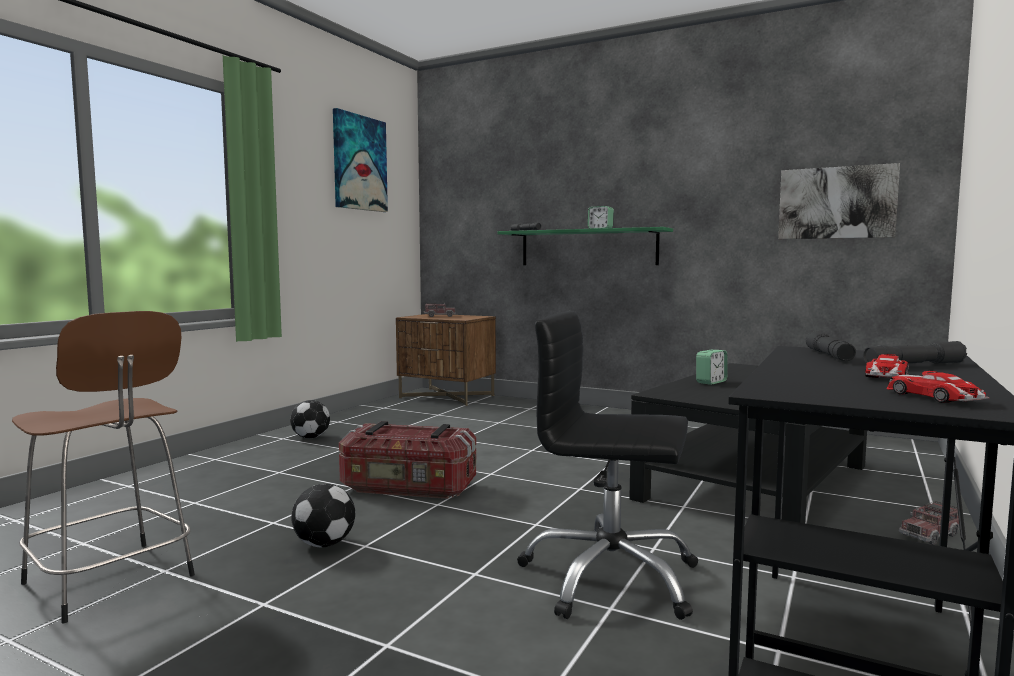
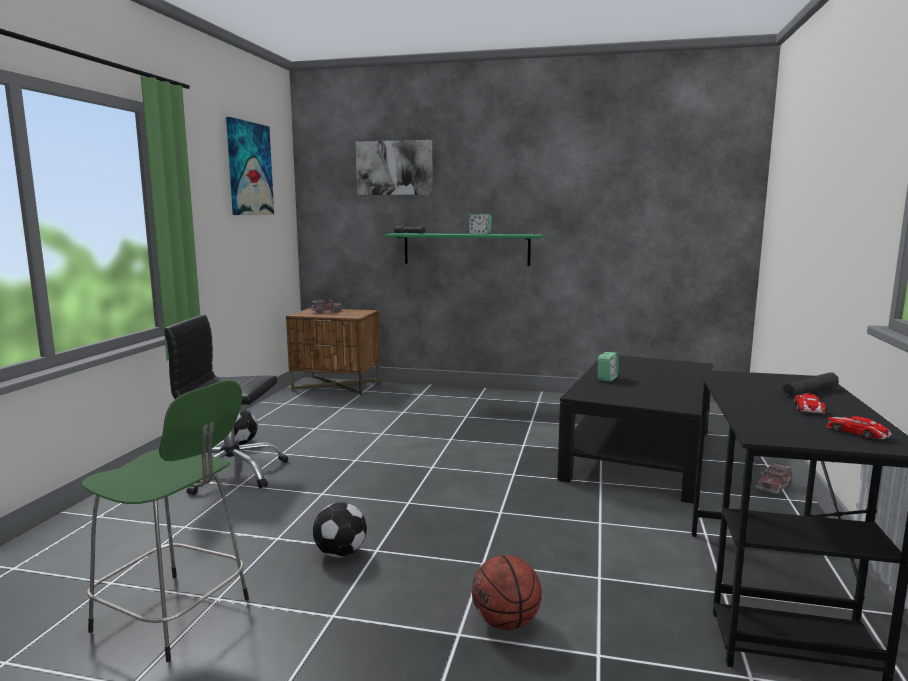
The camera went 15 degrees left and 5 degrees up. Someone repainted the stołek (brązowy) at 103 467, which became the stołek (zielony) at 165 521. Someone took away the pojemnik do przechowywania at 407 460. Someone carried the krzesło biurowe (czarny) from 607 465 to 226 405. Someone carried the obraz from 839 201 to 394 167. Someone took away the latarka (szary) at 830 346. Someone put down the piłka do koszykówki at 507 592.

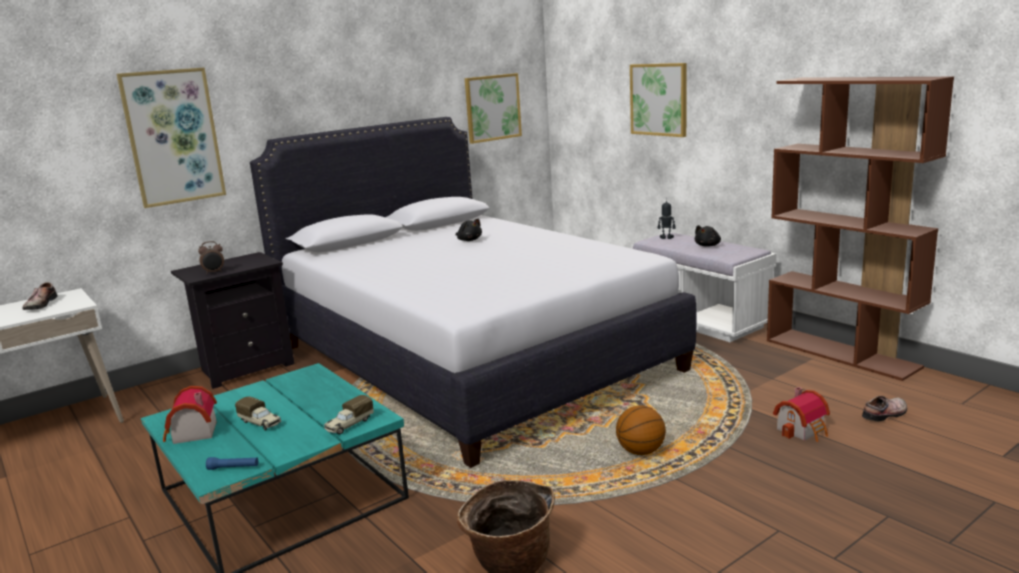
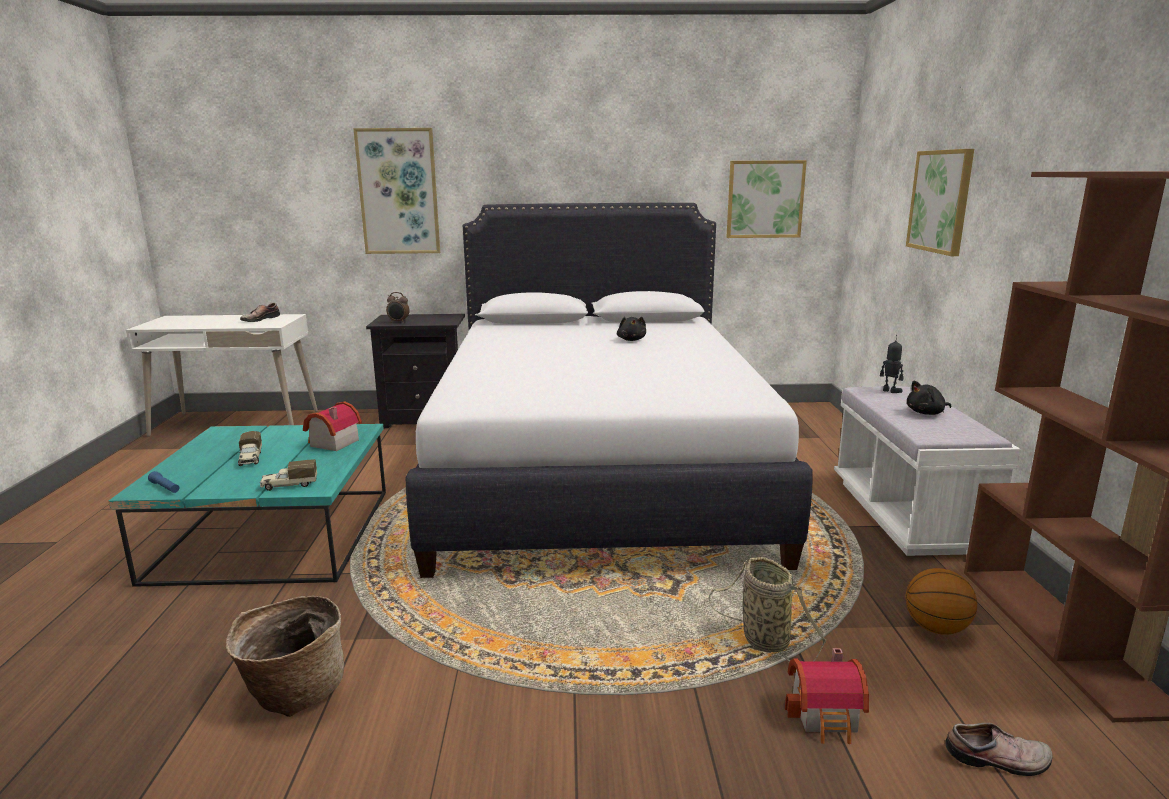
The camera went 35 degrees right and 0 degrees up. Someone carried the domek from 190 415 to 332 426. Someone carried the piłka do koszykówki from 641 430 to 941 601. Someone put down the koszyk at 767 609.

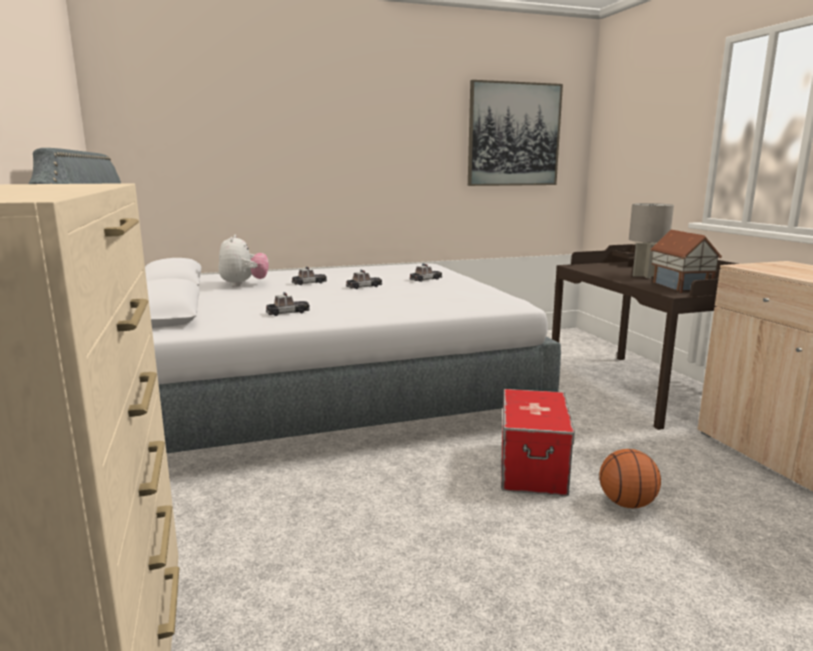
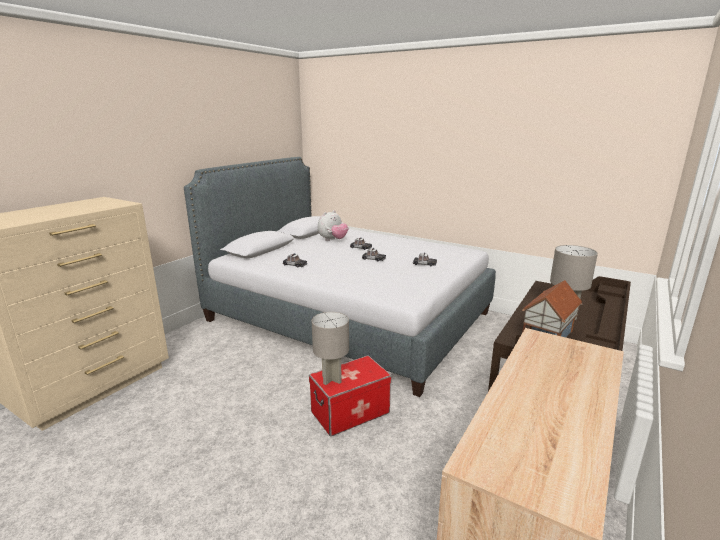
The camera went 50 degrees right and 5 degrees up. Someone took away the obraz at 515 133. Someone took away the piłka do koszykówki at 630 478. Someone put down the lampa stołowa (szary) at 330 348.

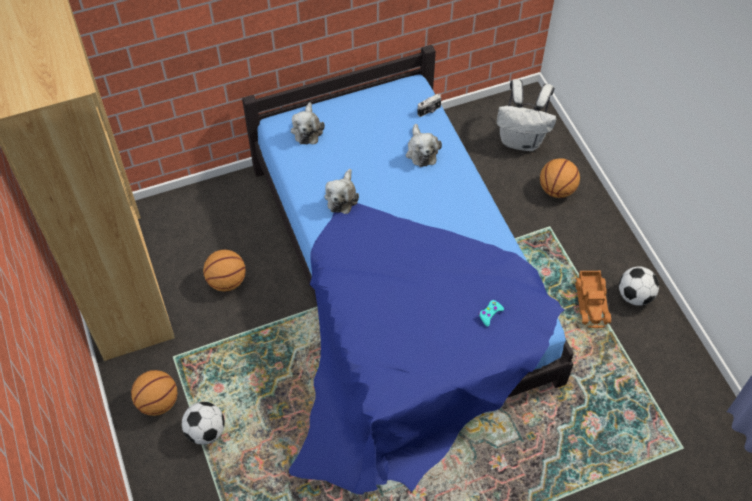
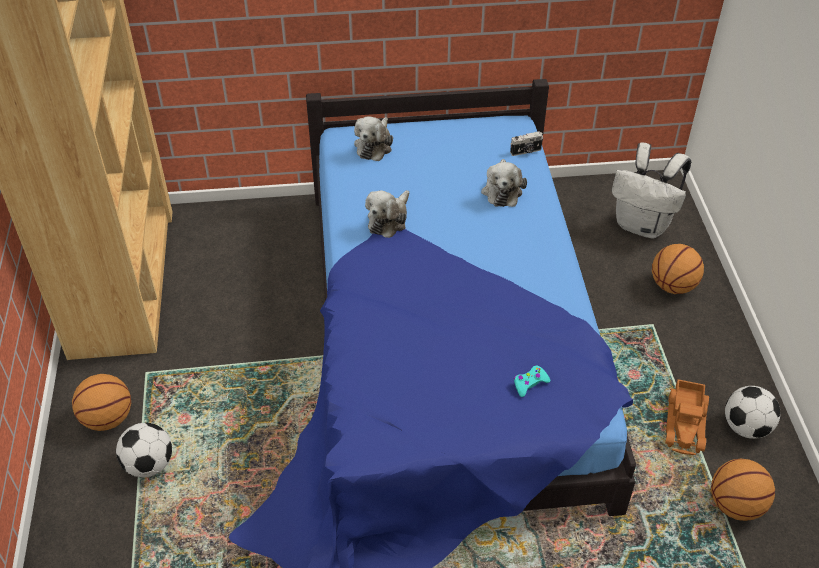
The camera went 15 degrees right and 10 degrees down. Someone carried the piłka do koszykówki from 224 270 to 743 489.

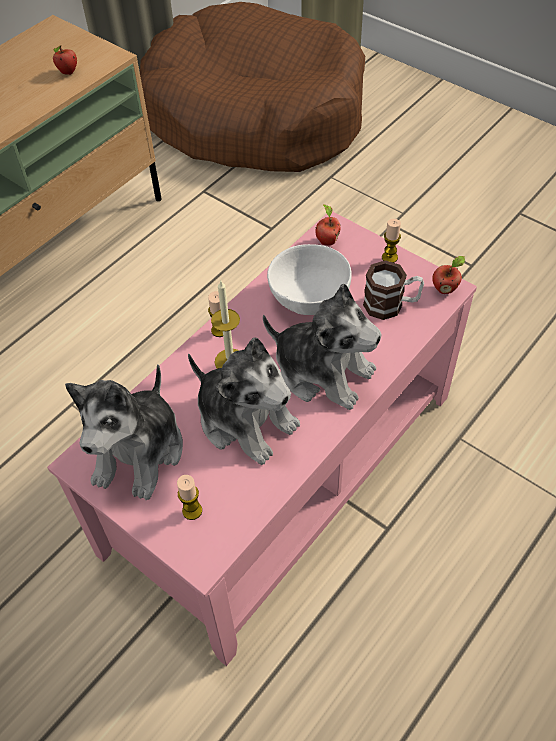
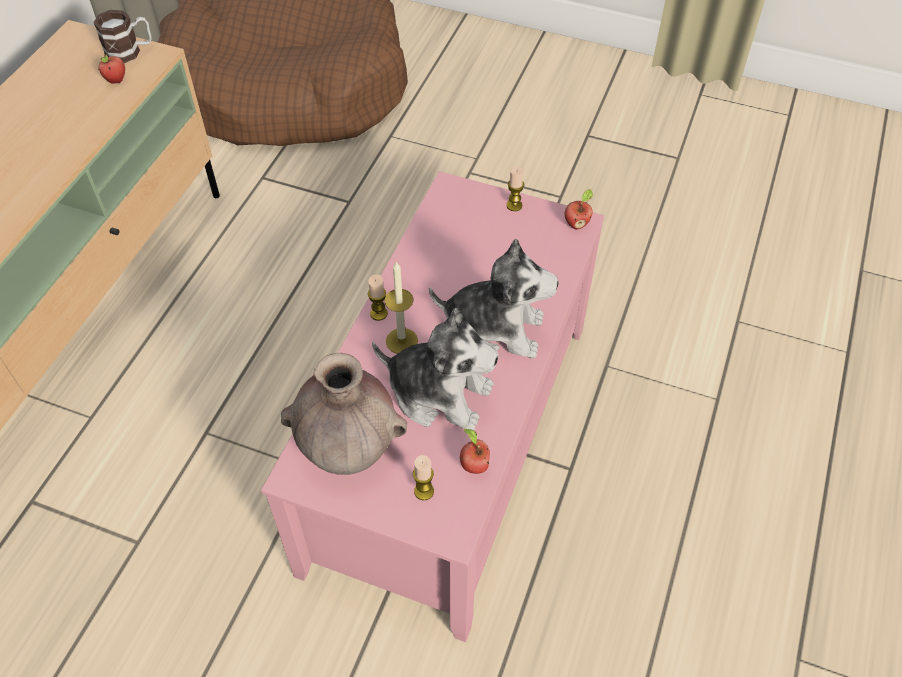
The camera went 20 degrees left and 0 degrees up. Someone swapped the pluszak at 124 432 for the wazon (brązowy) at 344 414. Someone took away the miska (biały) at 309 279. Someone carried the jabłko from 327 224 to 475 451. Someone carried the kubek from 393 290 to 123 36.

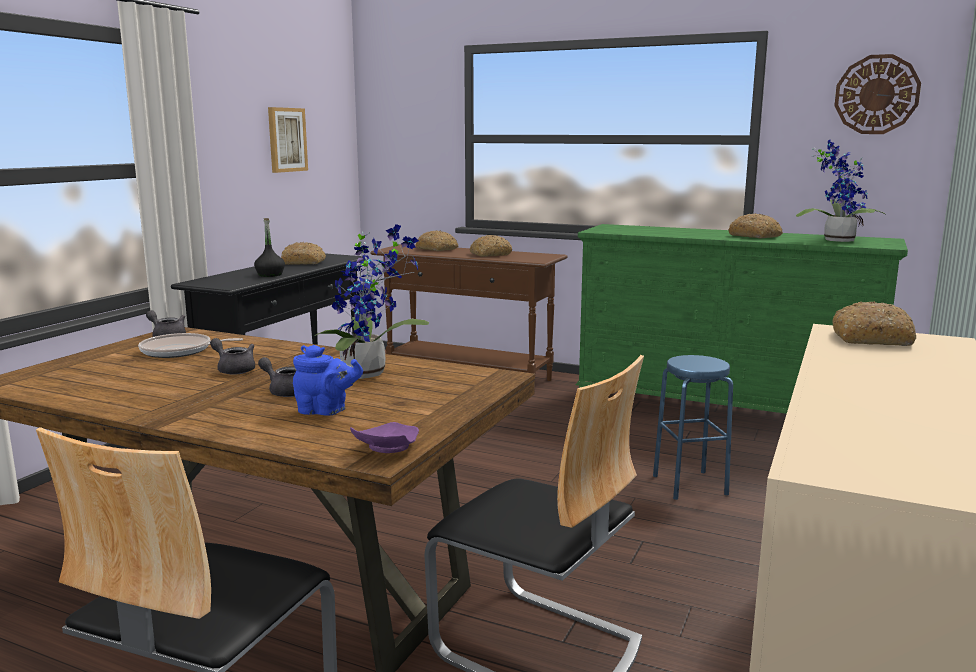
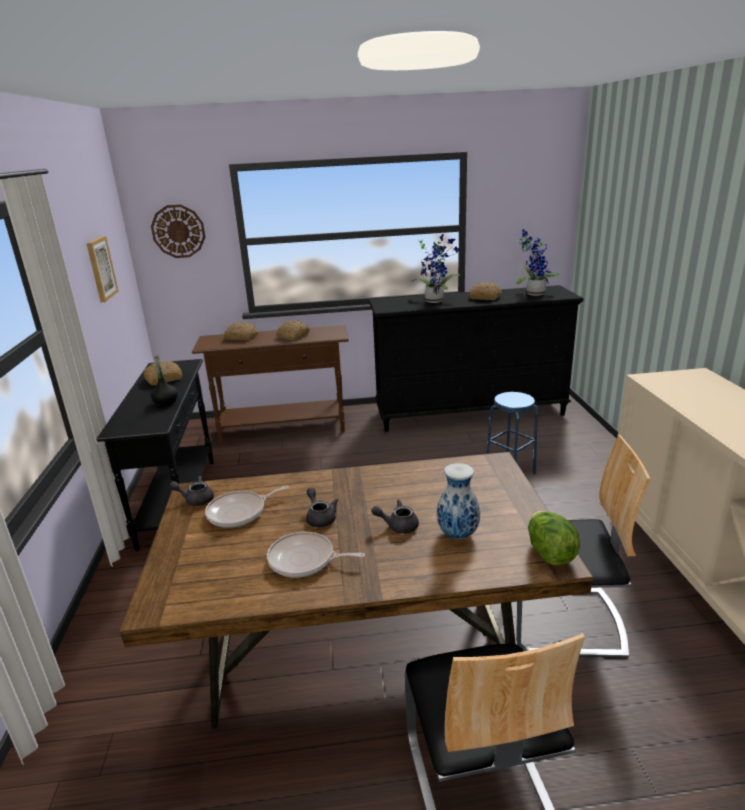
The camera went 30 degrees left and 10 degrees up. Someone rotated the imbryk (szary) at 232 356 by 60 degrees clockwise. Someone swapped the imbryk (niebieski) at 328 380 for the wazon at 458 501. Someone carried the roślina doniczkowa from 371 301 to 436 268. Someone swapped the talerz (fioletowy) at 384 437 for the sałata at 554 538. Someone repainted the komoda (zielony) at 742 319, which became the komoda (czarny) at 476 358. Someone took away the chleb at 874 323. Someone carried the zegar ścienny from 877 94 to 178 231. Someone put down the patelnia at 316 554.

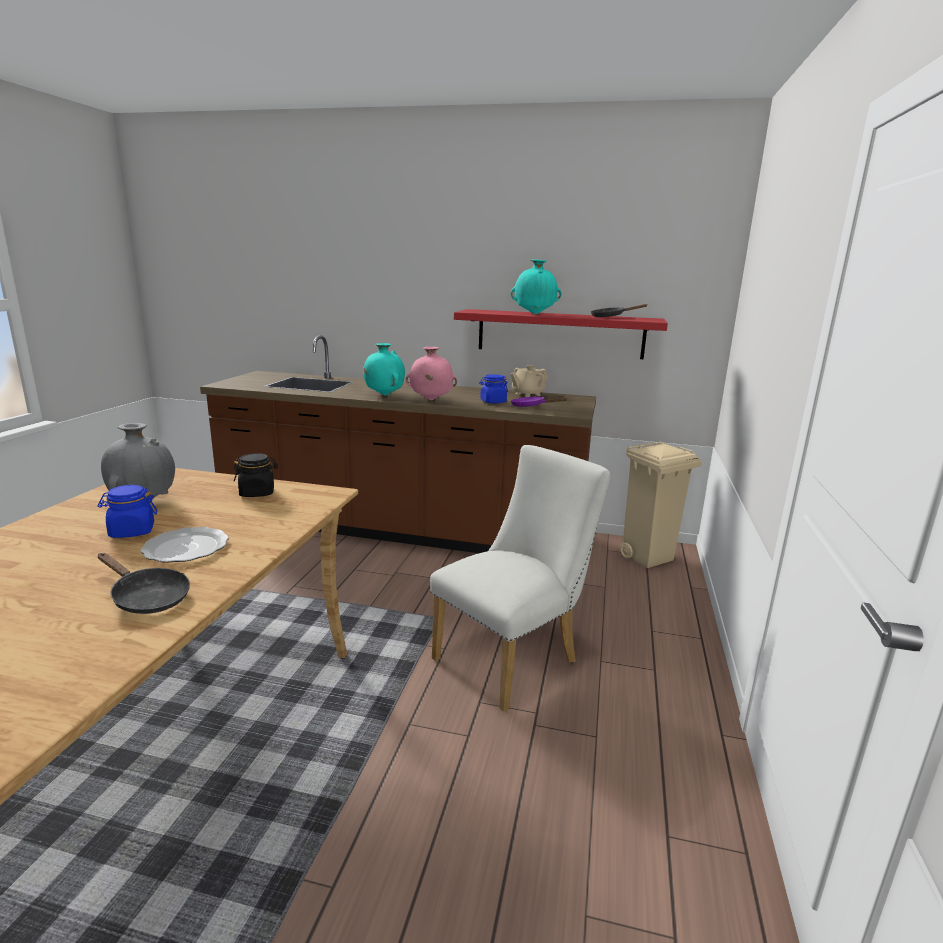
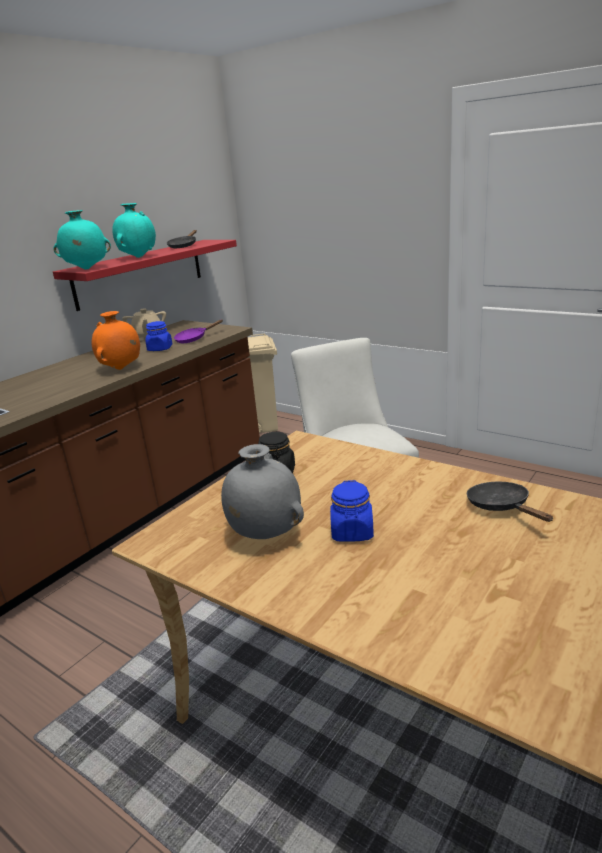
The camera went 65 degrees left and 5 degrees up. Someone rotated the patelnia (czarny) at 144 583 by 75 degrees counterclockwise. Someone took away the talerz at 185 545. Someone carried the wazon (turkusowy) from 384 369 to 82 240. Someone repainted the wazon (różowy) at 431 373, which became the wazon (pomarańczowy) at 116 340.

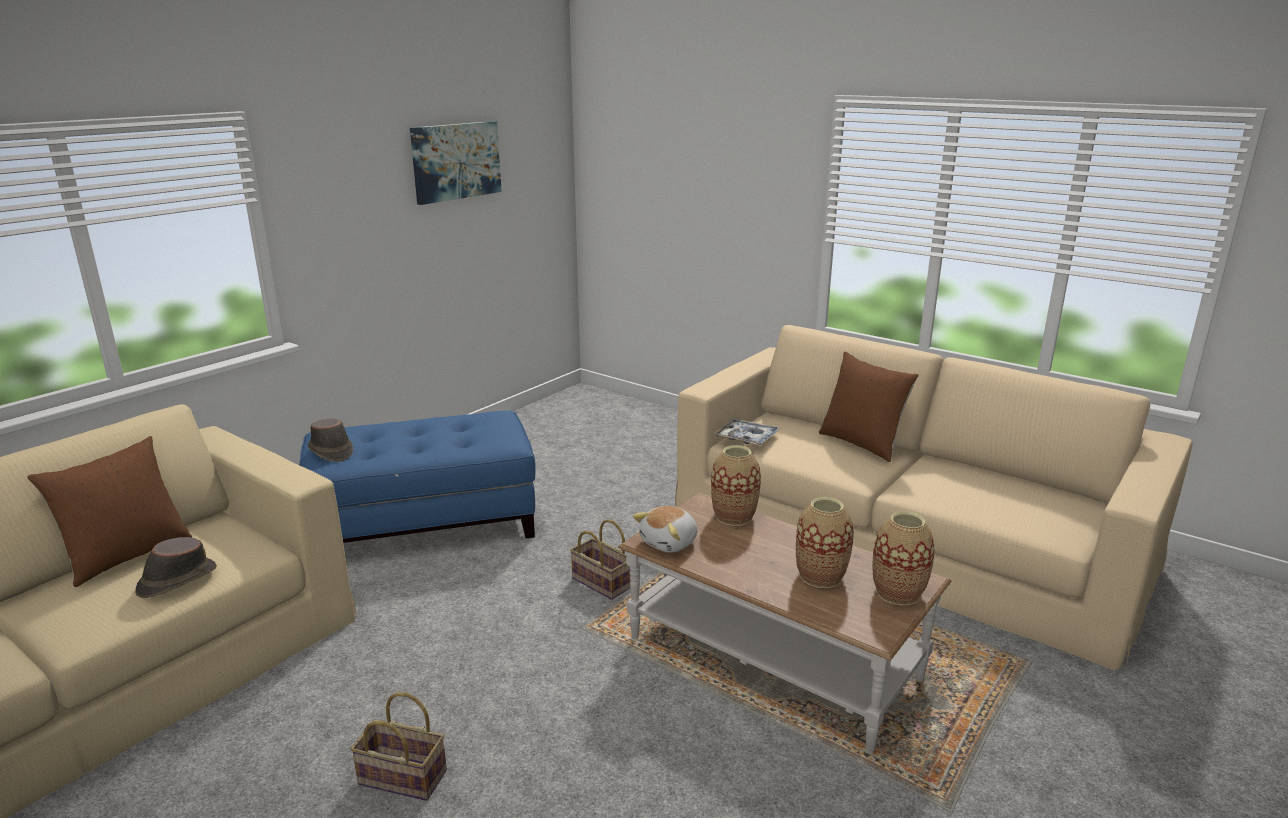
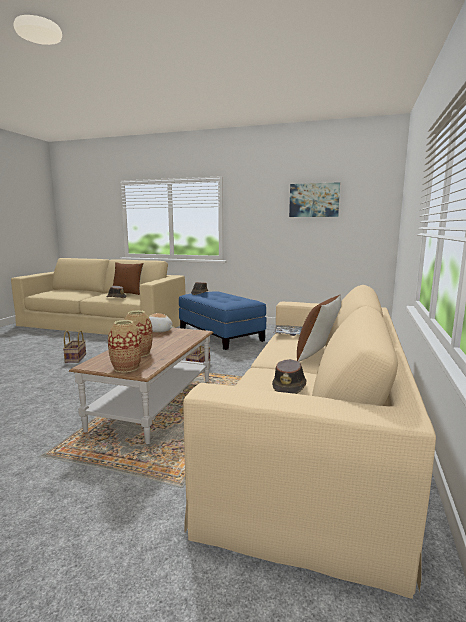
The camera went 70 degrees right and 10 degrees down. Someone took away the wazon at 736 485. Someone put down the kapelusz (brązowy) at 289 376.

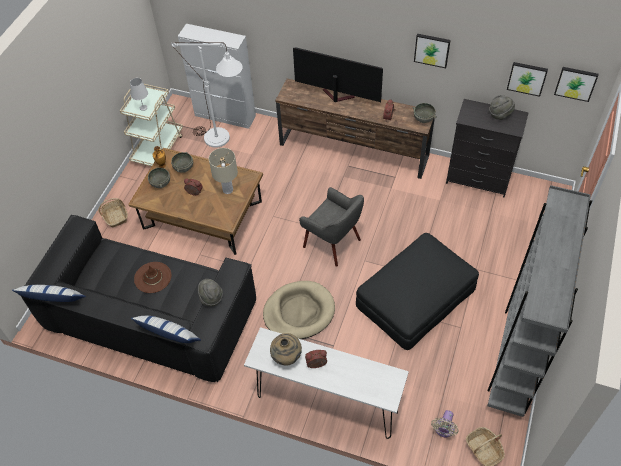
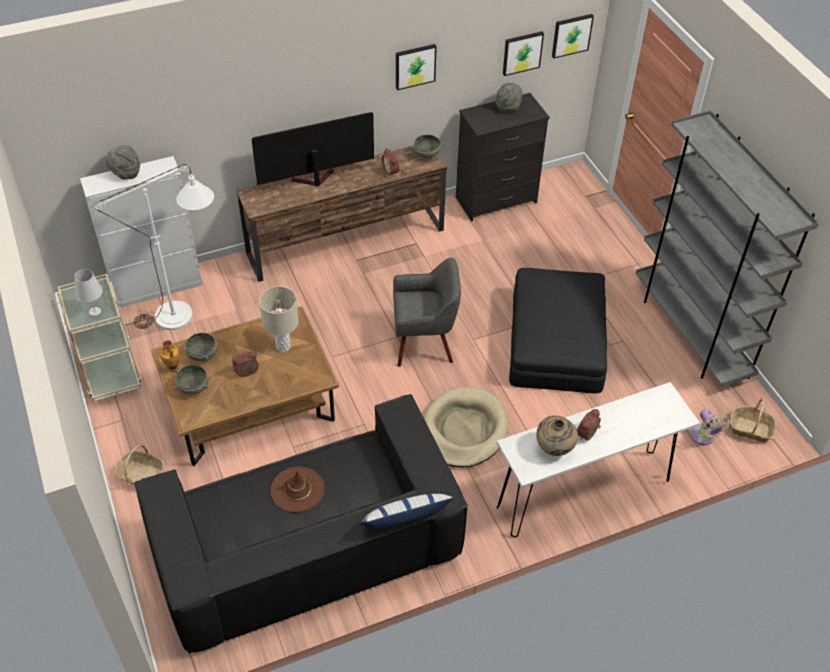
The camera went 45 degrees left and 5 degrees down. Someone took away the poduszka at 49 293. Someone carried the kapelusz (szary) from 210 293 to 123 162.

